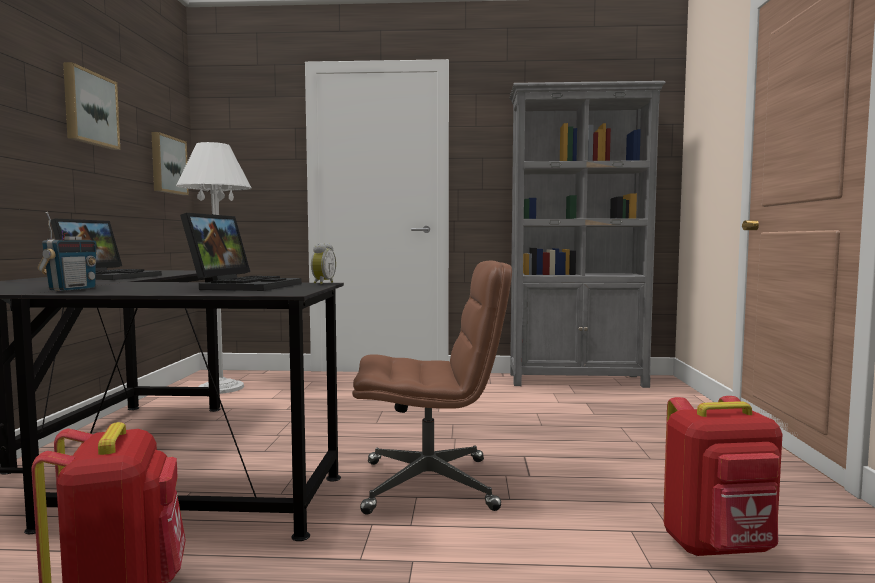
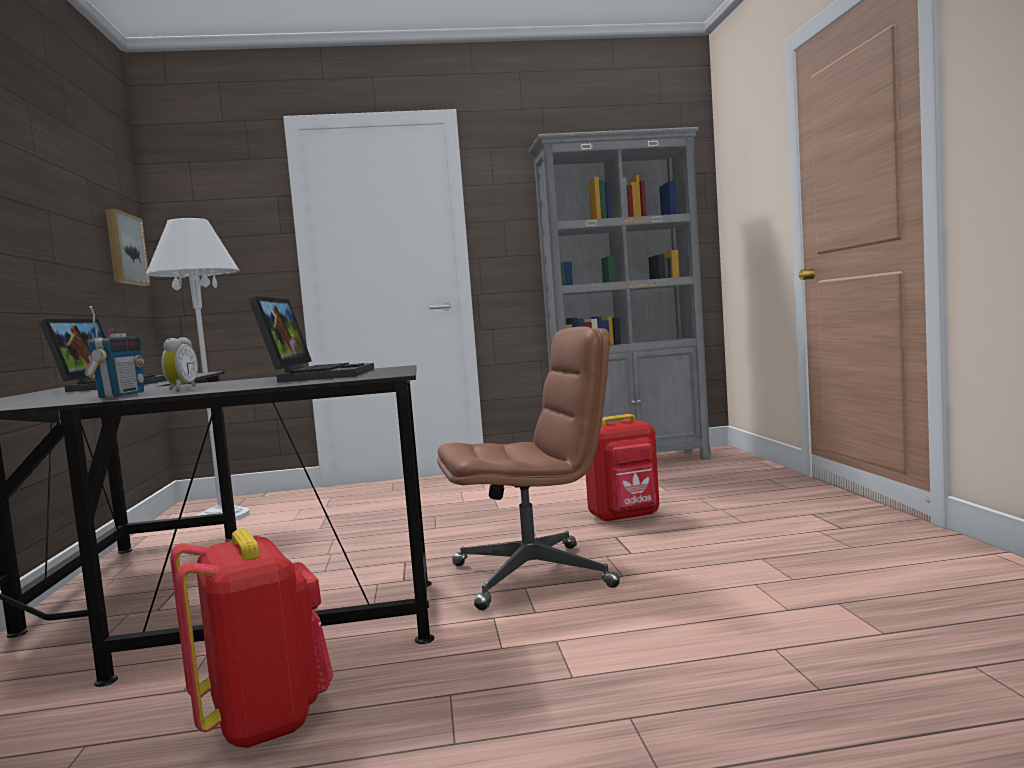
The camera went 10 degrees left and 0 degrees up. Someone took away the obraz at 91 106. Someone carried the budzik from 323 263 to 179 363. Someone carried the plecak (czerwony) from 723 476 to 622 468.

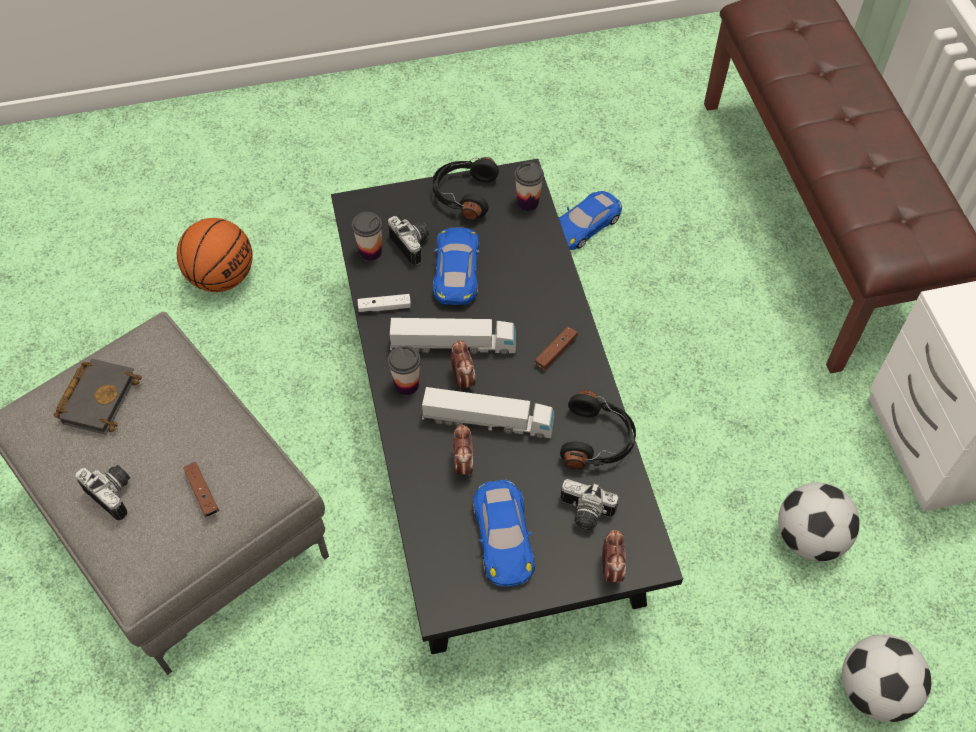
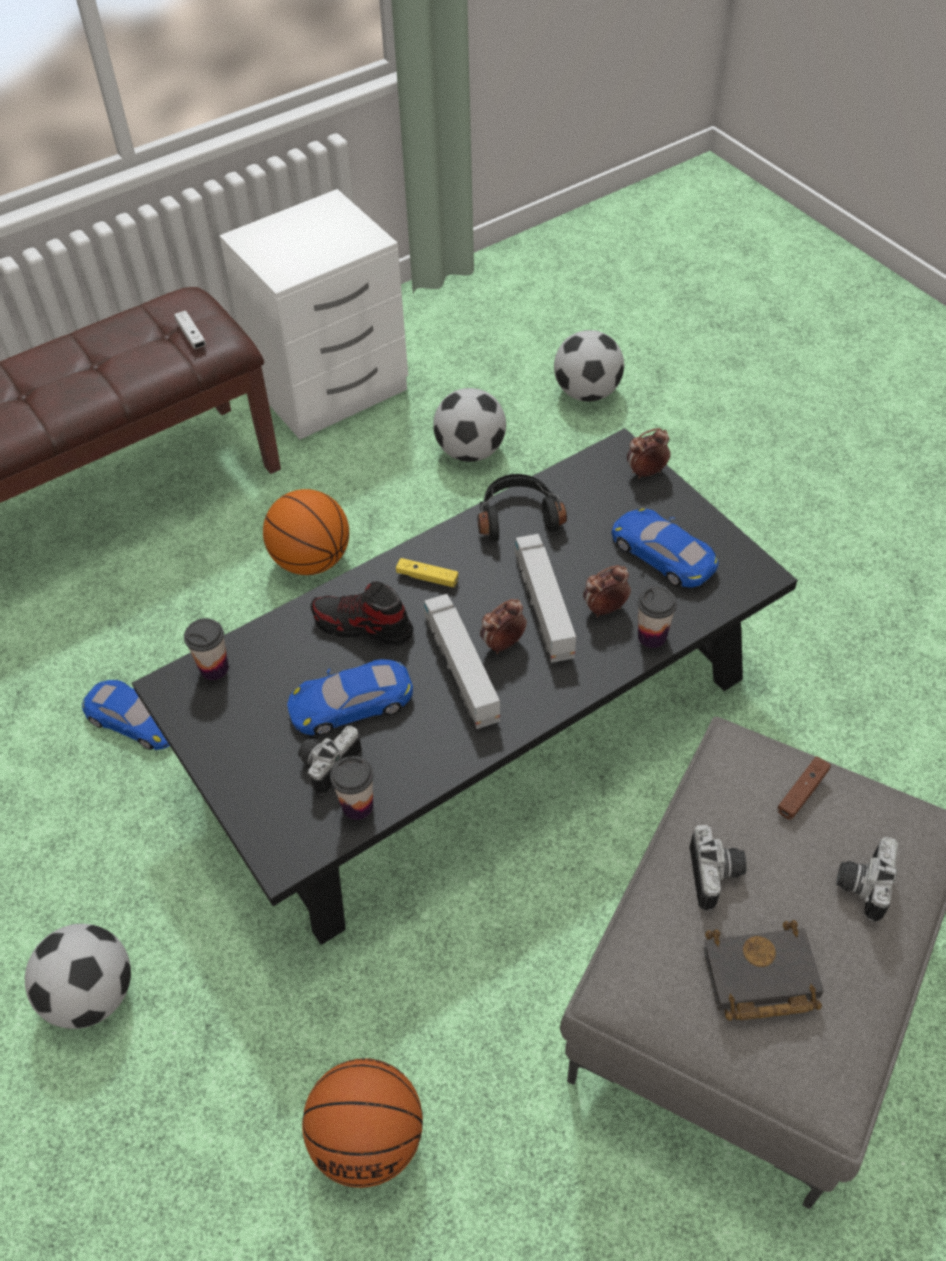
The camera went 110 degrees left and 5 degrees down. Someone carried the pad do gier (biały) from 384 303 to 190 329. Someone carried the filiżanka from 404 370 to 657 617. Someone took away the słuchawki (czarny) at 465 188. Someone rotated the samochodzik (niebieski) at 504 533 by 105 degrees counterclockwise. Someone repainted the pad do gier (brązowy) at 556 348, which became the pad do gier (żółty) at 427 572. Someone carried the aparat fotograficzny from 589 505 to 718 867. Someone put down the piłka futbolowa at 78 976. Someone put down the piłka do koszykówki at 306 532. Someone put down the but at 361 613.

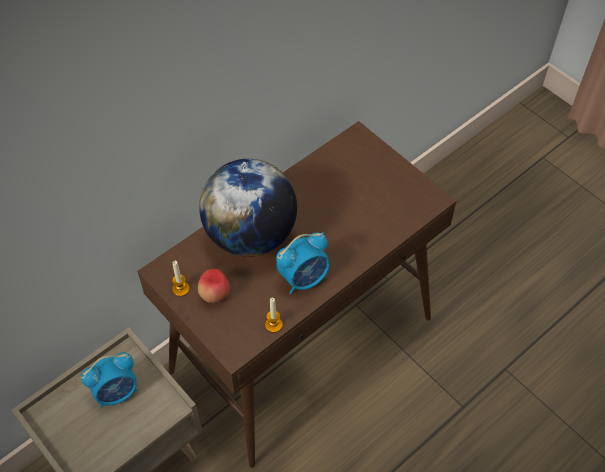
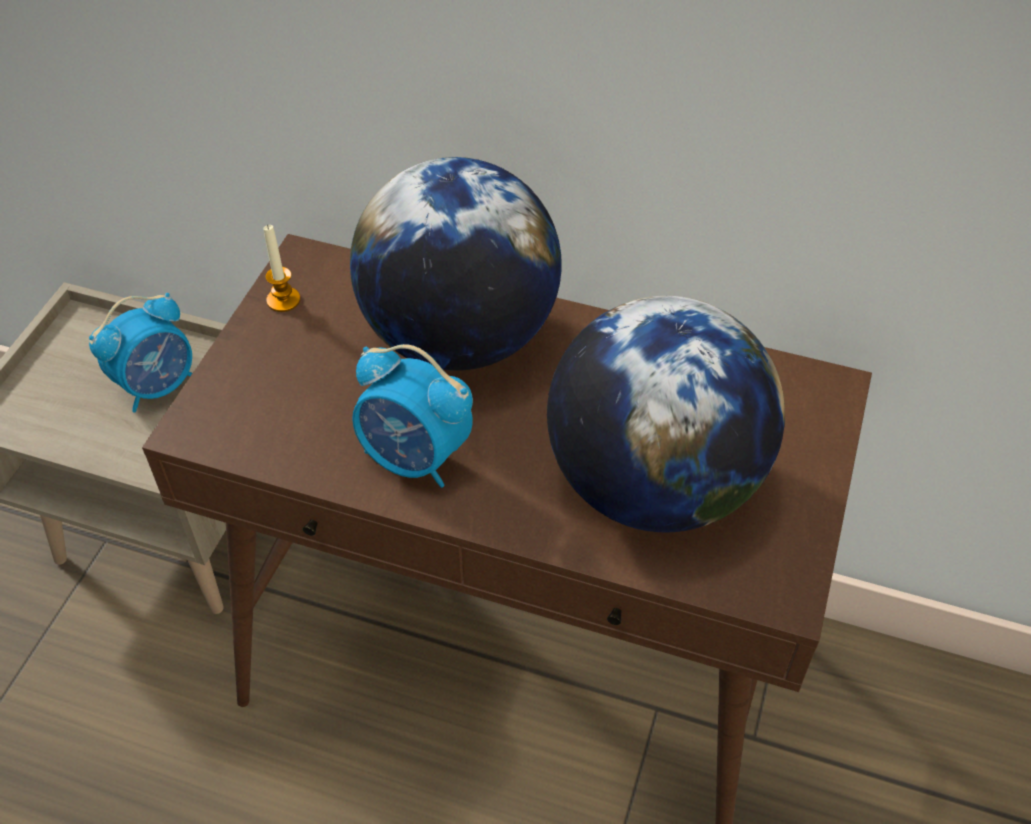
The camera went 60 degrees right and 5 degrees down. Someone rotated the budzik at 109 380 by 75 degrees counterclockwise. Someone took away the jabłko at 214 286. Someone took away the świeca at 274 315. Someone put down the globus at 666 414.

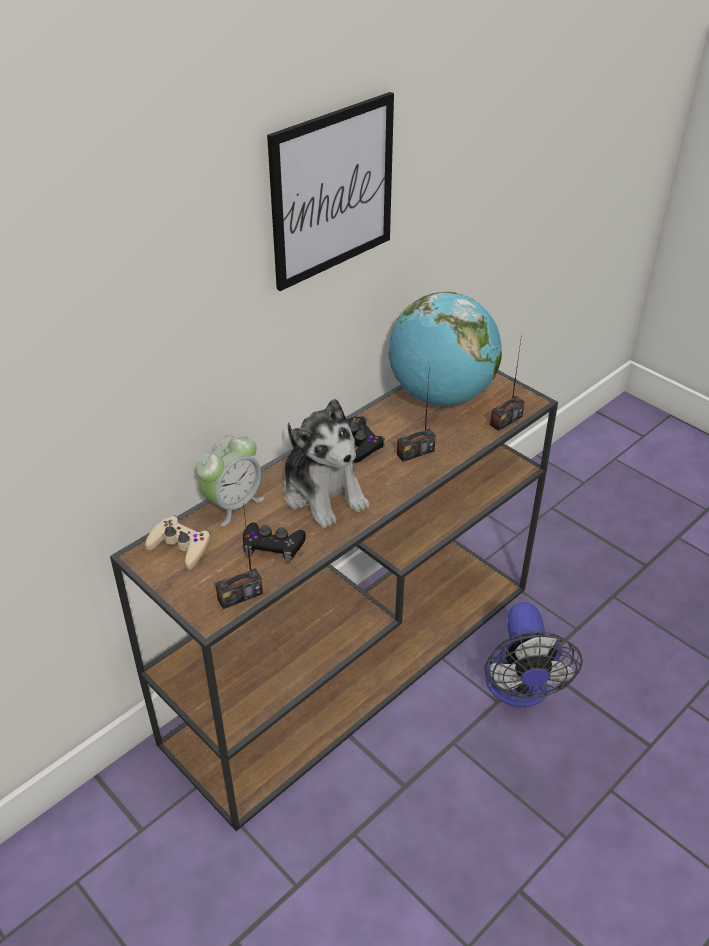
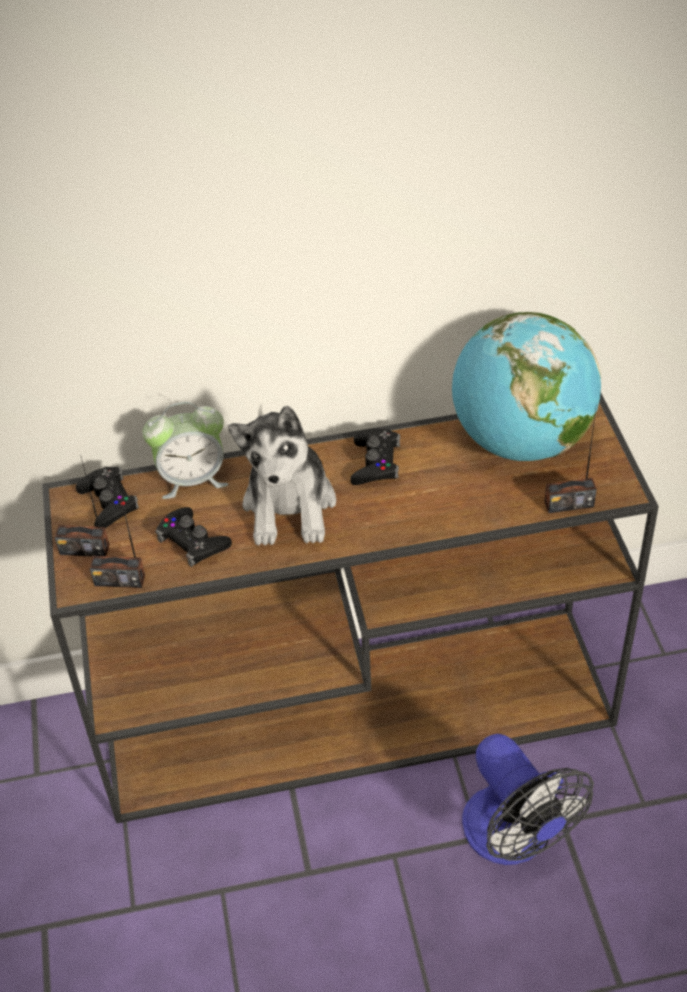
The camera went 35 degrees right and 5 degrees up. Someone repainted the pad do gier (beżowy) at 178 542, which became the pad do gier (czarny) at 107 497. Someone took away the obraz at 330 191. Someone carried the radio from 416 413 to 81 505. Someone rotated the wentylator at 534 654 by 60 degrees counterclockwise.

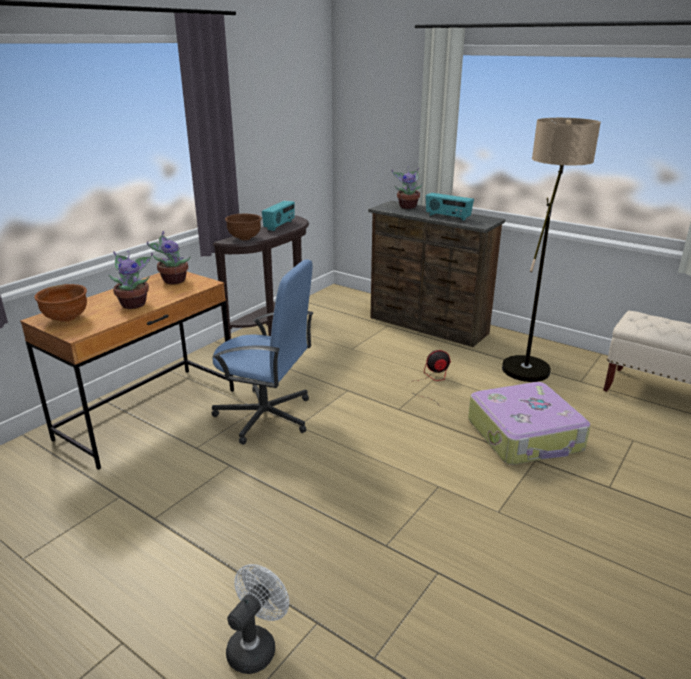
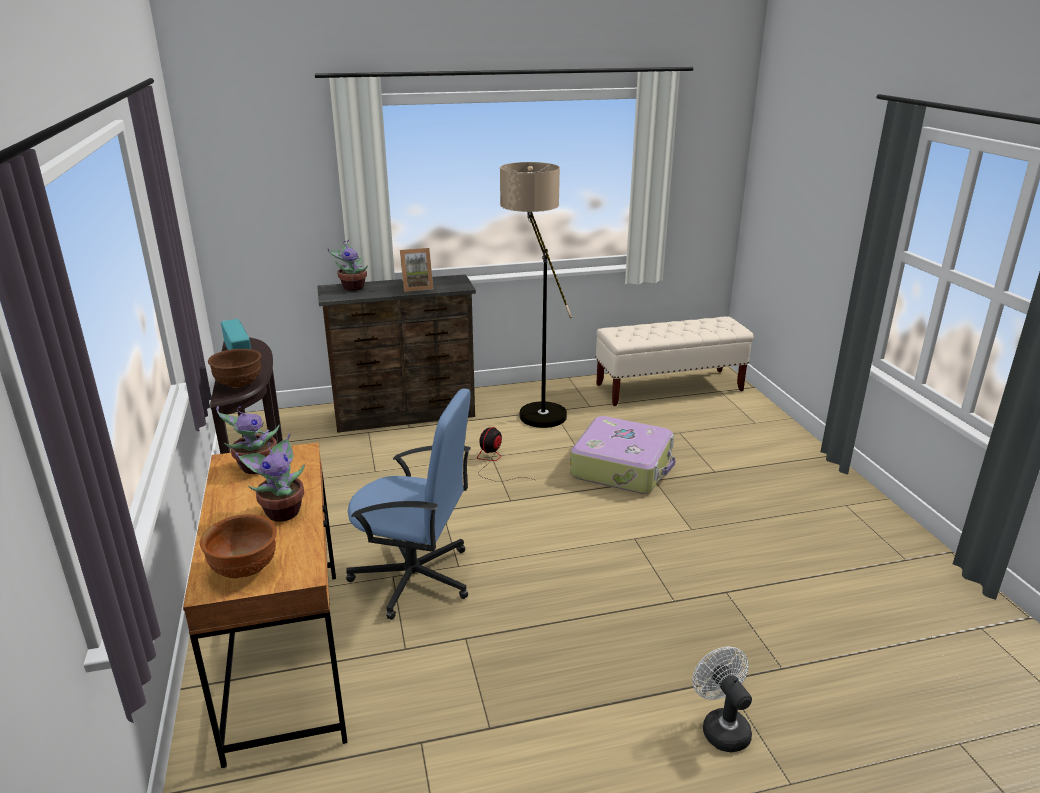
The camera went 50 degrees left and 0 degrees up. Someone rotated the krzesło biurowe (niebieski) at 263 352 by 45 degrees clockwise. Someone swapped the radio at 450 207 for the ramka na zdjęcie at 416 270.

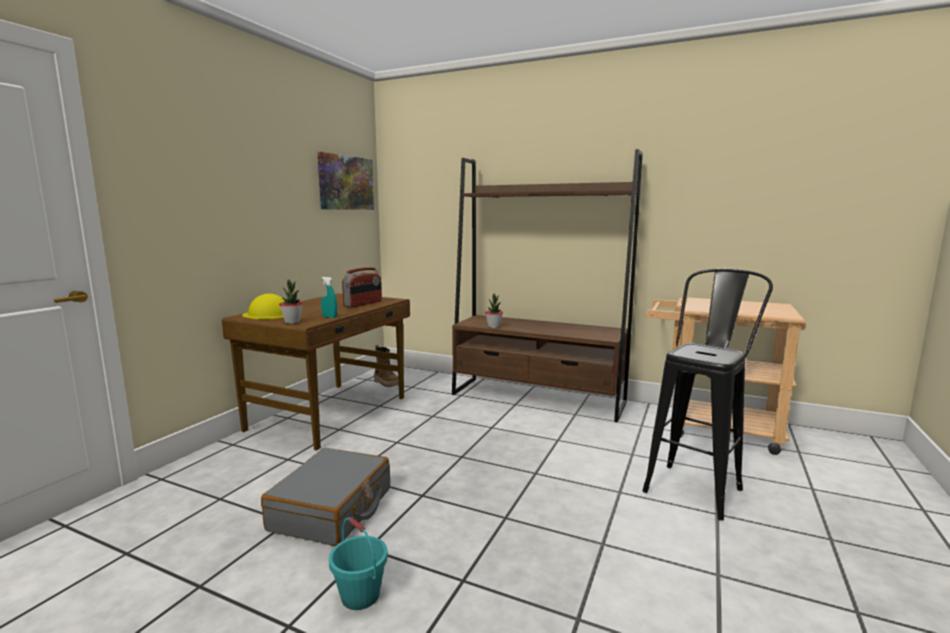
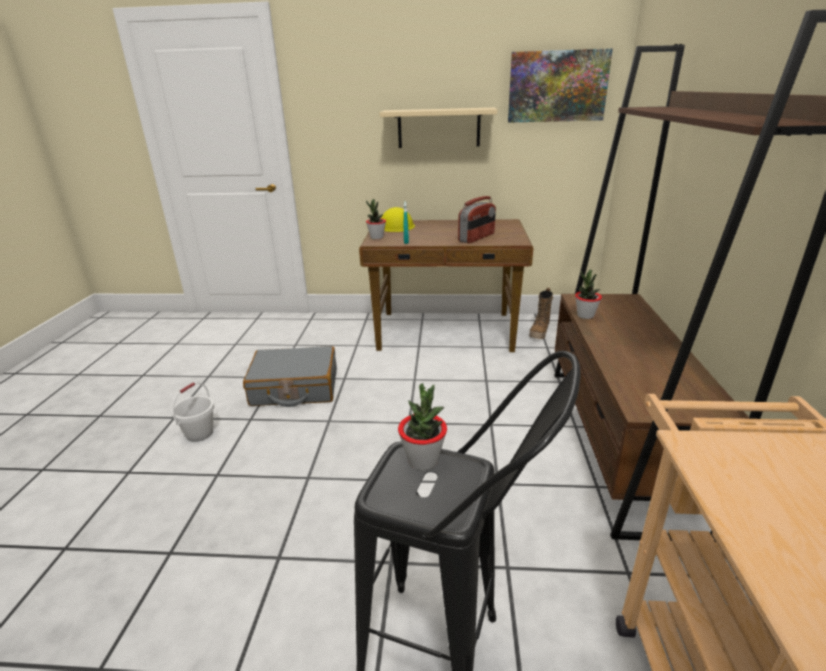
The camera went 70 degrees right and 15 degrees up. Someone repainted the wiadro (turkusowy) at 358 563, which became the wiadro (biały) at 193 412. Someone rotated the radio at 362 287 by 60 degrees counterclockwise. Someone put up the półka (beżowy) at 438 128. Someone put down the roślina doniczkowa at 422 427.

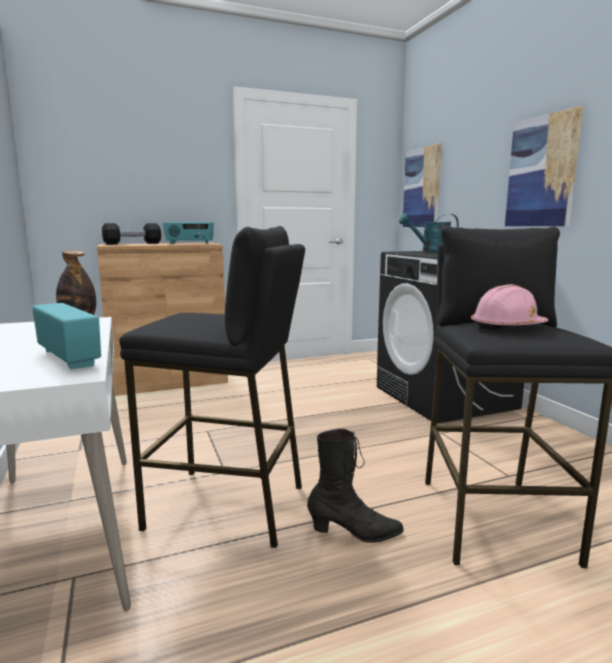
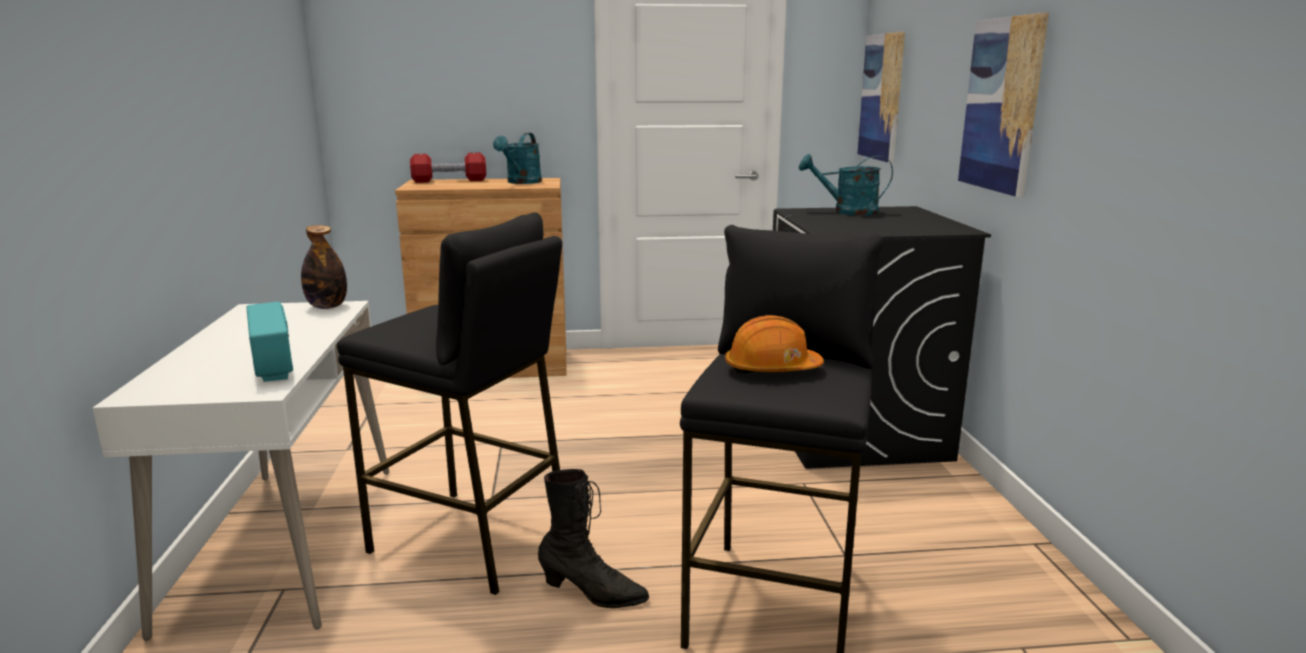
The camera went 15 degrees right and 5 degrees up. Someone repainted the hantel (czarny) at 131 233, which became the hantel (czerwony) at 448 168. Someone swapped the radio at 188 233 for the konewka (turkusowy) at 517 158. Someone repainted the kask (różowy) at 509 307, which became the kask (pomarańczowy) at 774 344.

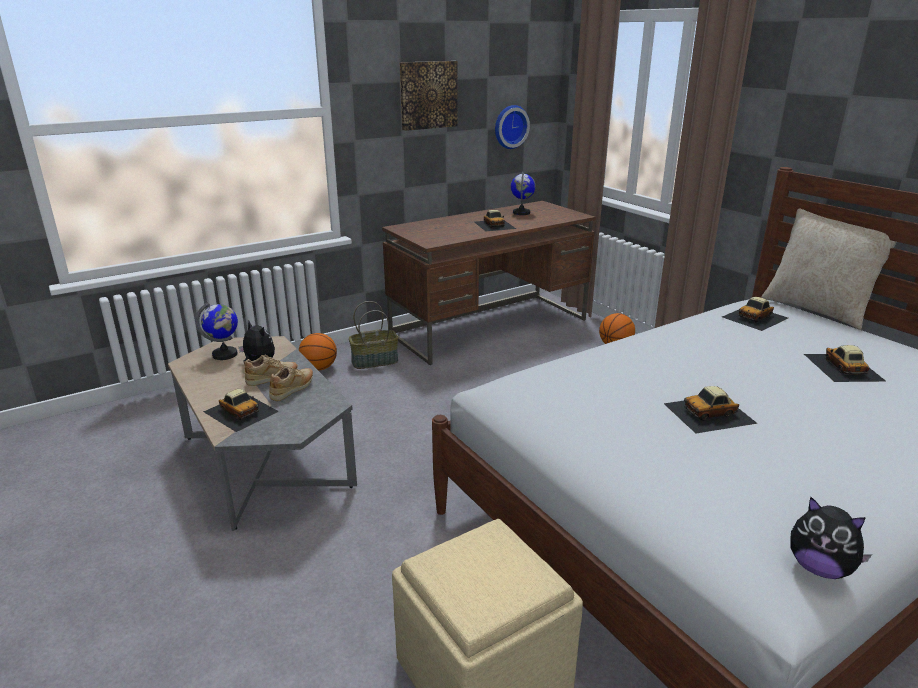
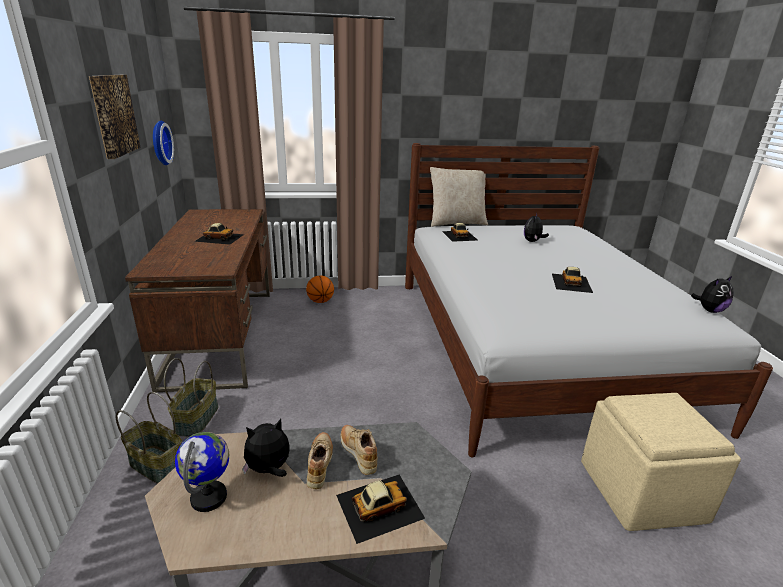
The camera went 65 degrees left and 0 degrees up. Someone swapped the piłka do koszykówki at 318 351 for the koszyk at 149 438. Someone took away the globus at 523 193. Someone swapped the samochodzik at 845 363 for the pluszak at 536 227.

